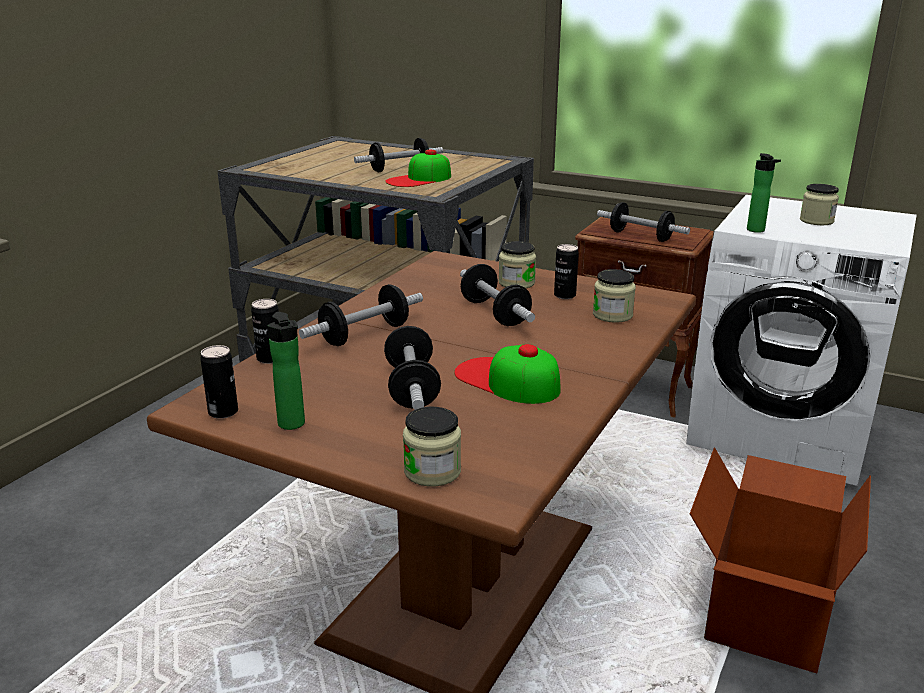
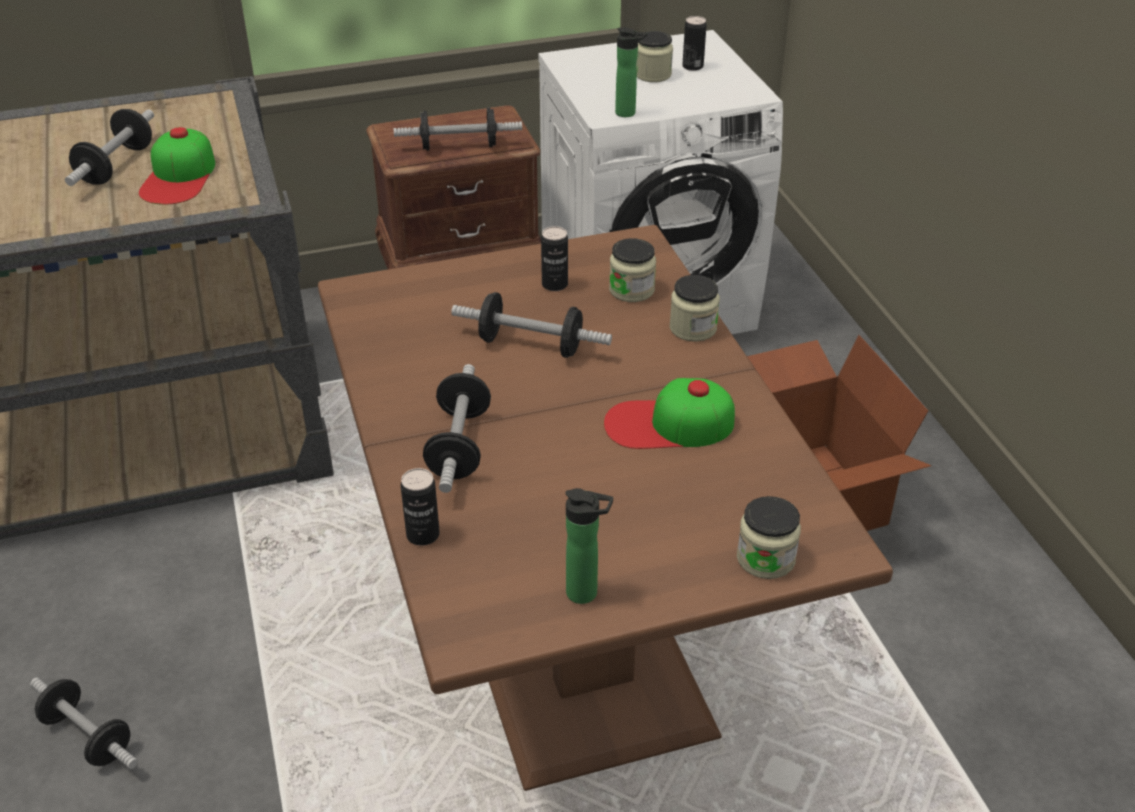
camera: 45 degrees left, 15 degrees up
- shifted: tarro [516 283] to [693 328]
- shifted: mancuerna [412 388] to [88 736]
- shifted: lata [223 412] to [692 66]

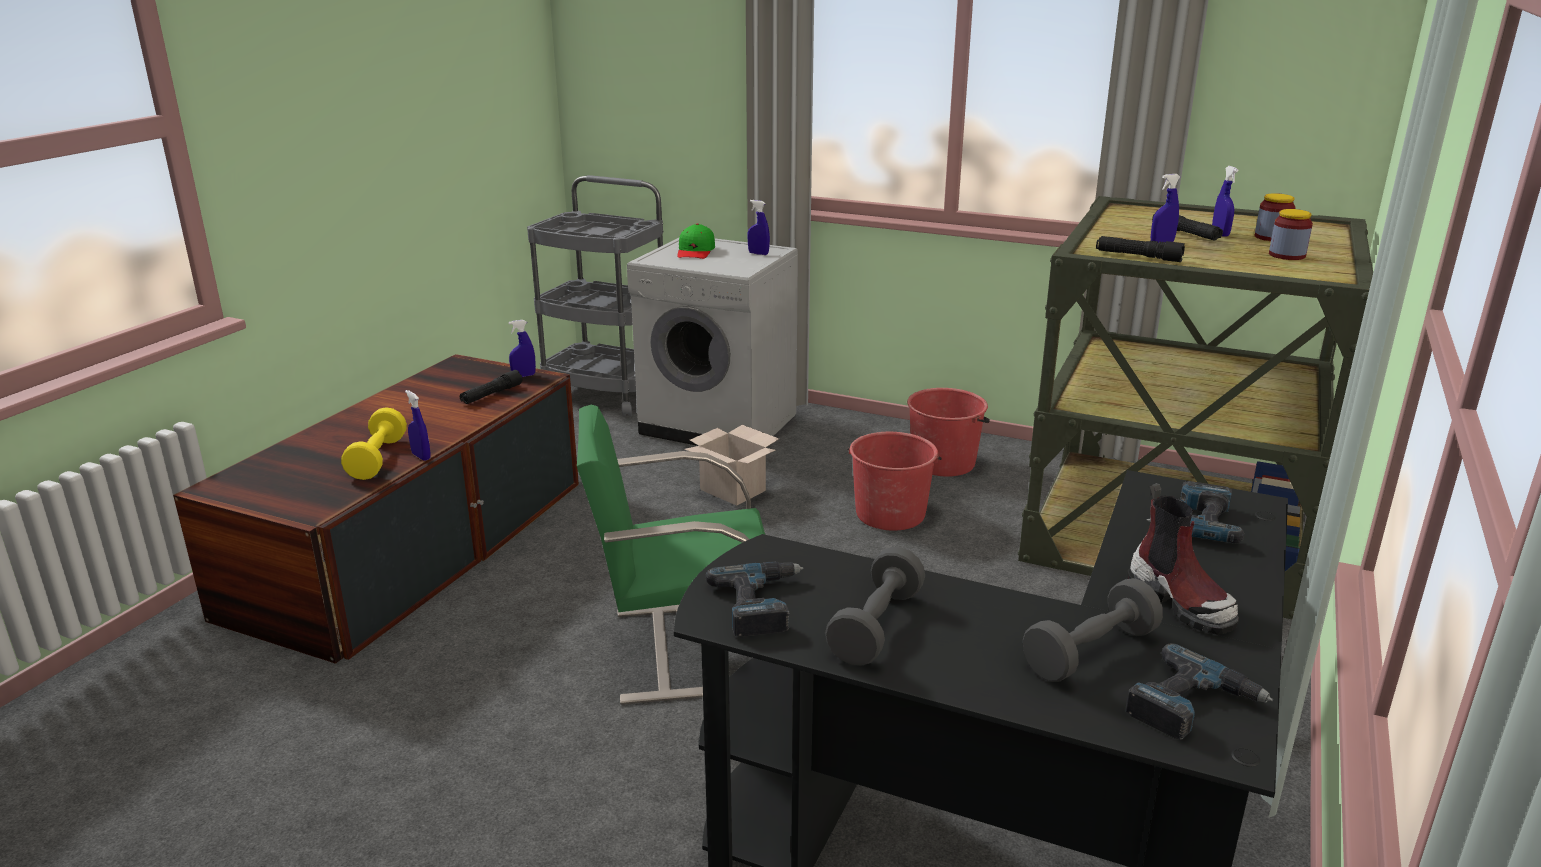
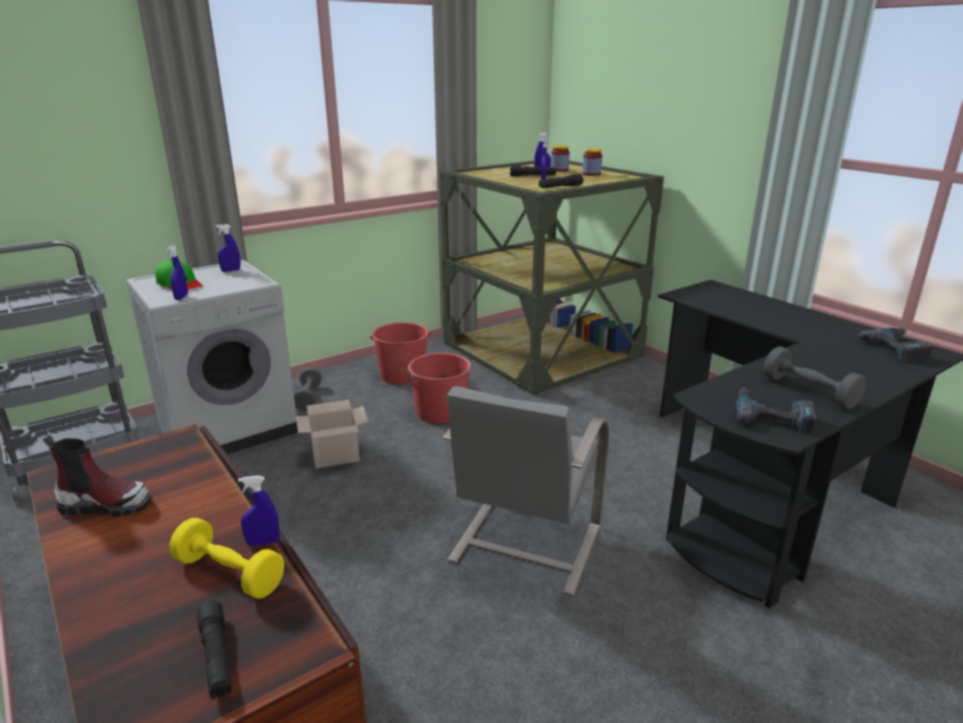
camera: 60 degrees left, 0 degrees up
- shifted: pulverizador/azul [523 376] to [181 297]
- shifted: linterna/negro [491 395] to [216 657]
- repainted: silla/verde [682 649] to silla/gris [524 545]
- gone: taladro [1194 521]
- shifted: bota [1180 603] to [106 504]
- shifted: mancuerna/gris [1090 652] to [308 398]

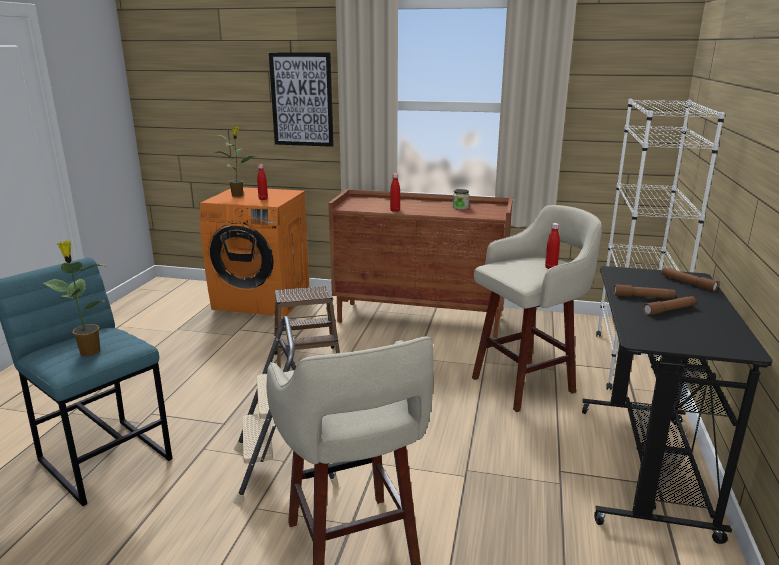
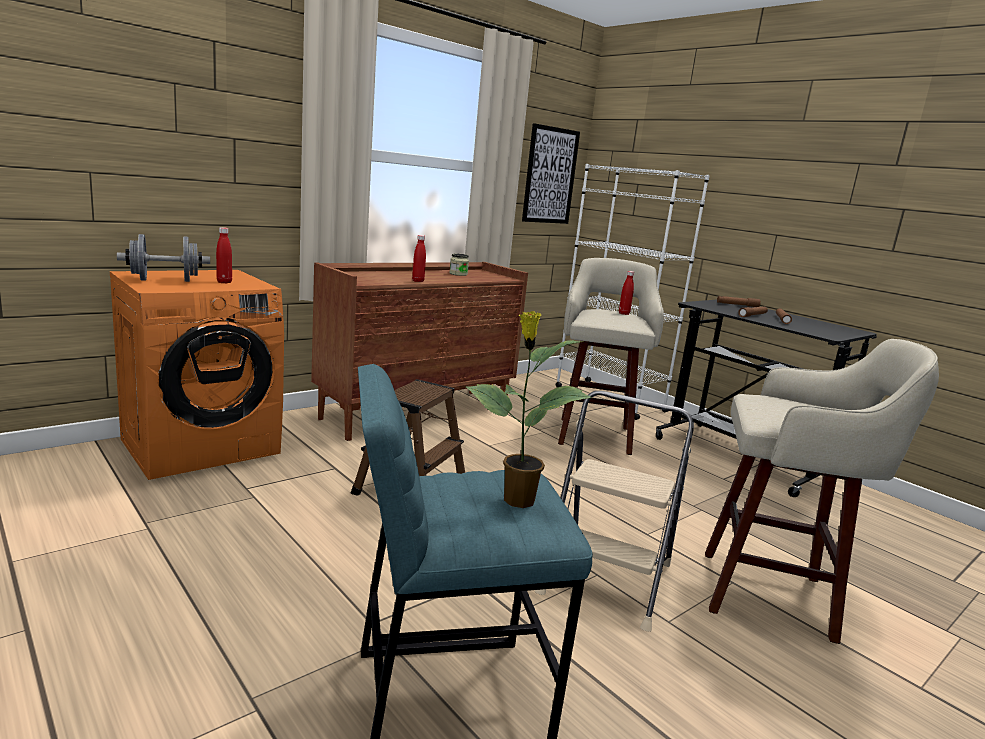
camera: 55 degrees left, 5 degrees down
- shifted: cuadro [302 100] to [550 175]
- swapped: planta en maceta [238 195] to mancuerna/gris [165 280]

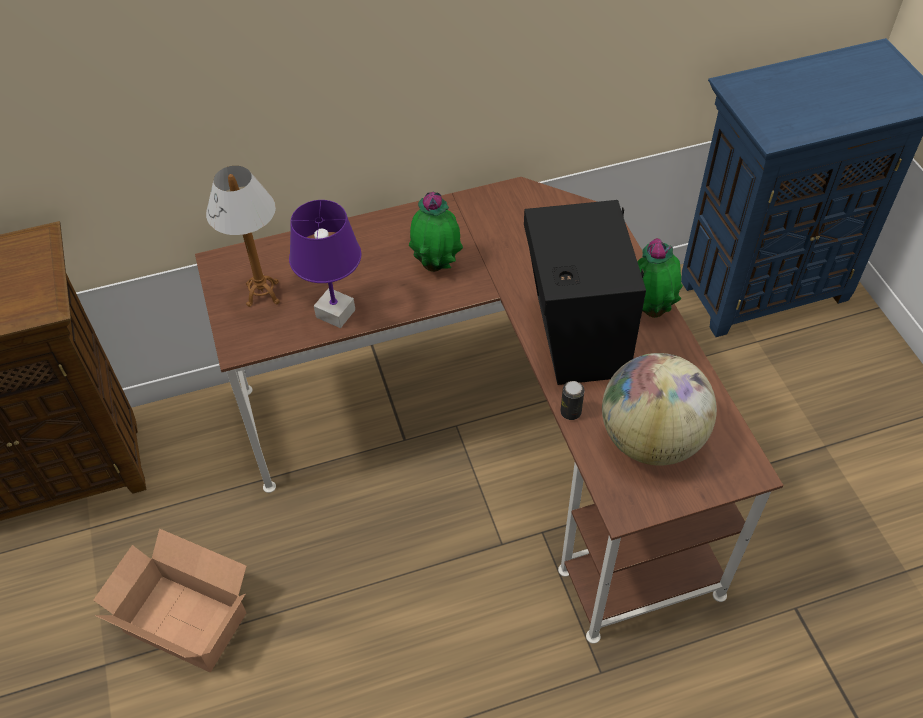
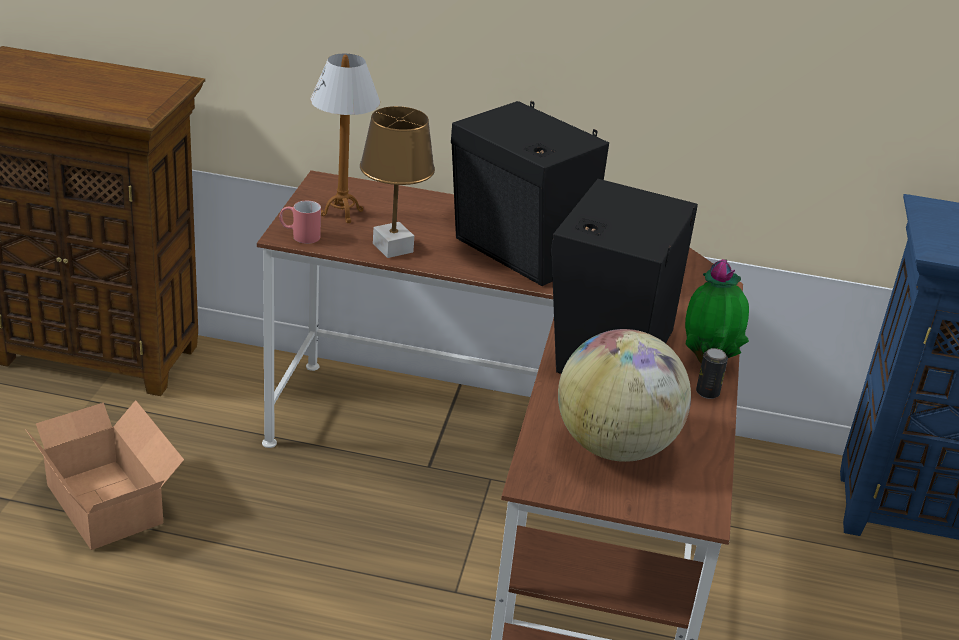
camera: 25 degrees right, 20 degrees down
- swapped: planta en maceta [437 265] to altavoz/negro [519 254]
- repainted: lámpara de mesa/morado [336 313] to lámpara de mesa/marrón [393 248]
- shifted: lata [570 412] to [707 393]
- new: taza grande/rojo [299 236]

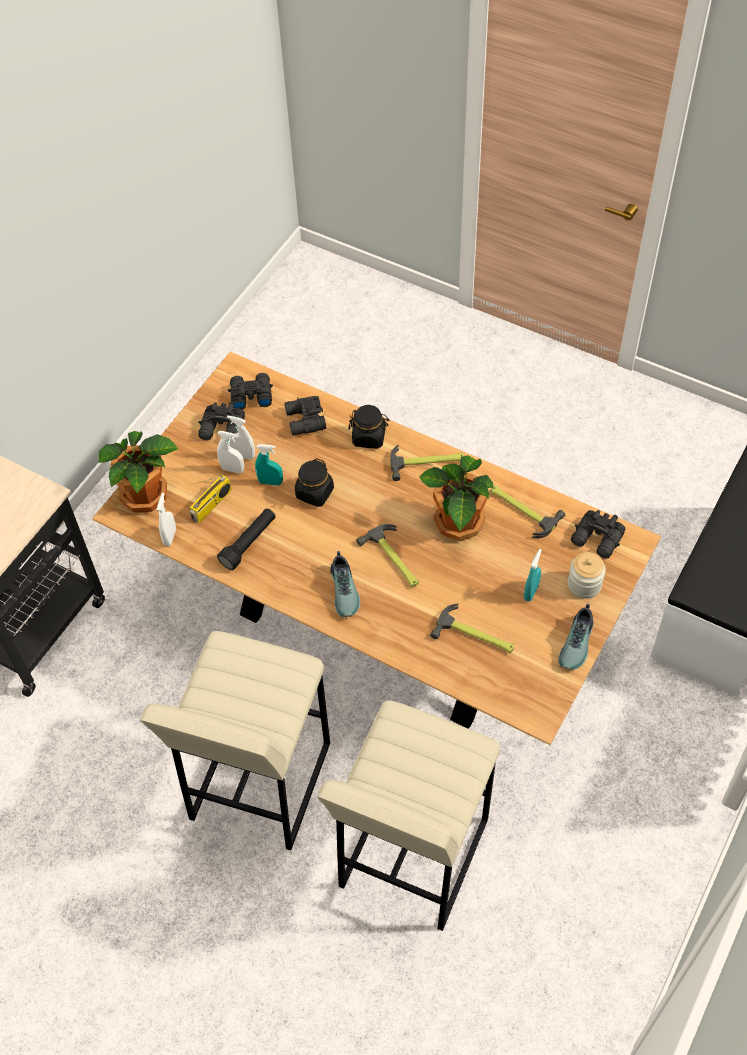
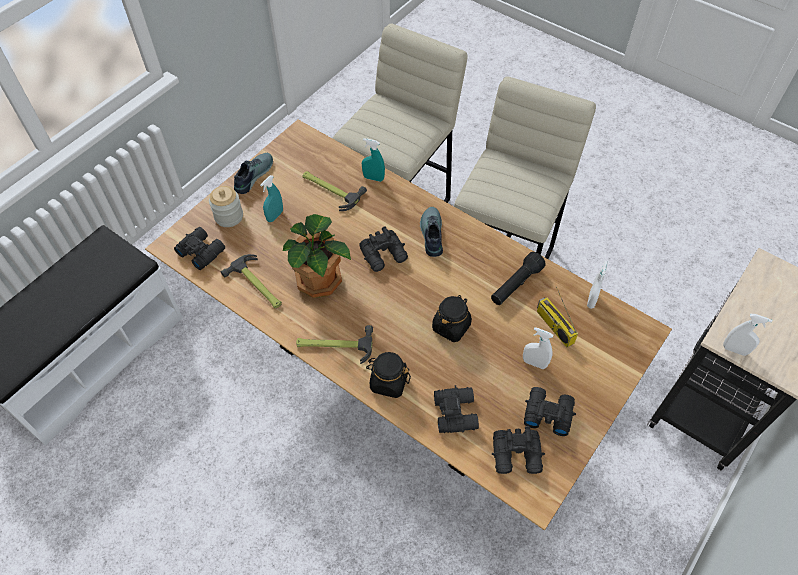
camera: 175 degrees left, 0 degrees up
- shifted: pulverizador/blanco [243 455] to [735 350]
- gone: planta en maceta [146 496]
- shifted: pulverizador/turquesa [270 482] to [373 178]
- rotated: radio [211 505] = [553 326] 75 degrees counterclockwise
- swapped: martillo [394 559] to prismáticos/negro [385 255]

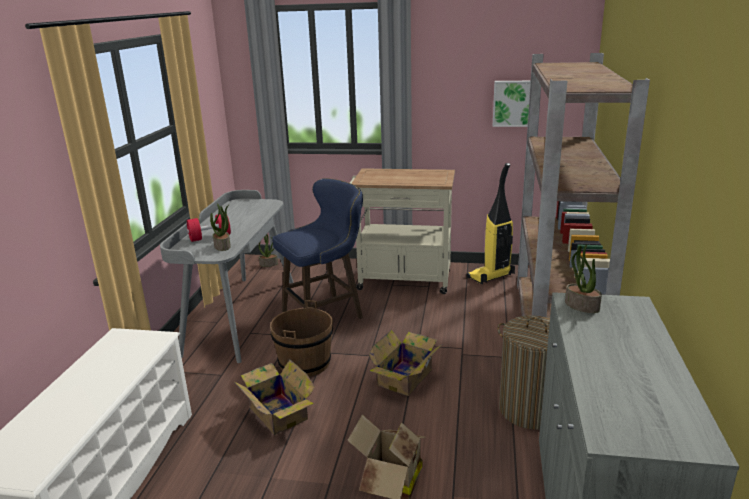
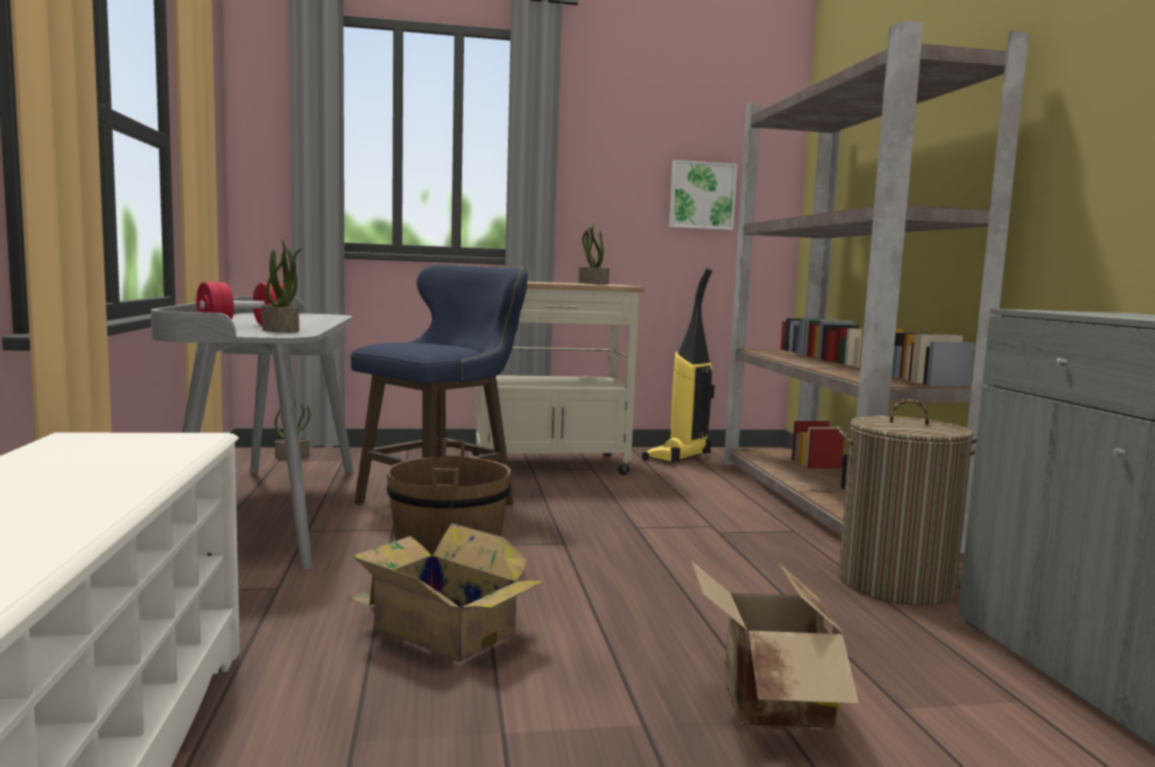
camera: 20 degrees left, 15 degrees down
- shifted: planta en maceta [581 306] to [592 283]
- gone: caja de cartón [407 377]

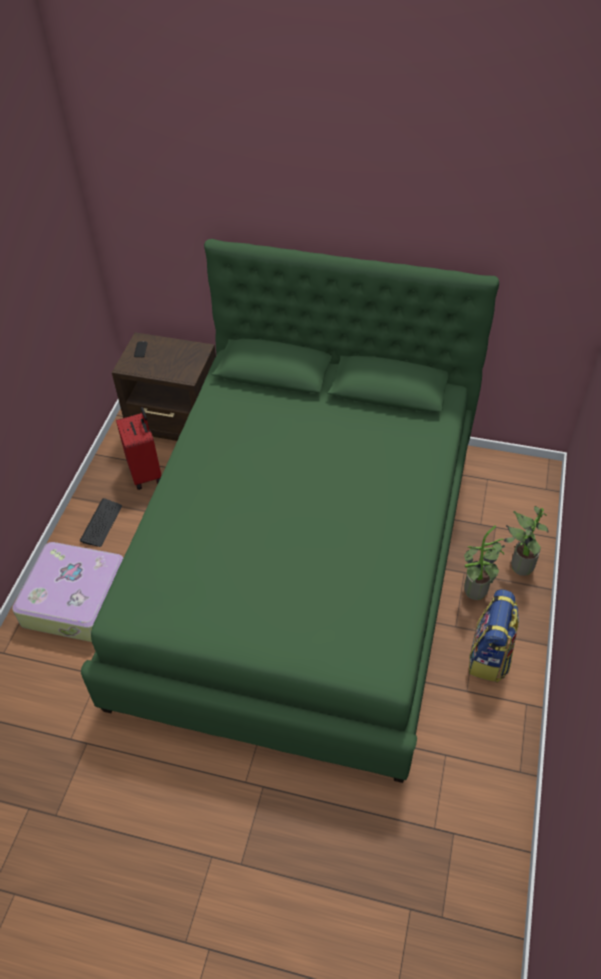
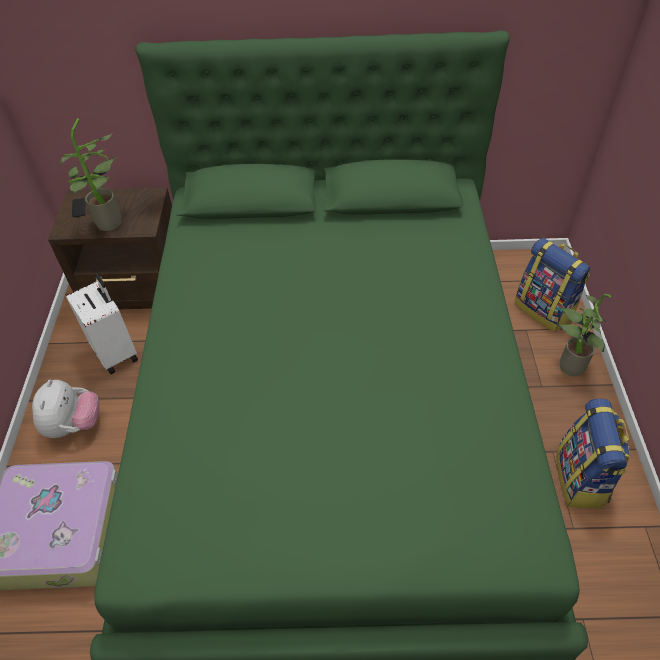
camera: 15 degrees left, 0 degrees up
- repainted: maleta/rojo [146 473] to maleta/blanco [116 353]
- swapped: teclado [101 523] to peluche [74 425]
- shifted: planta en maceta [476 594] to [109 225]
- new: mochila [544 310]

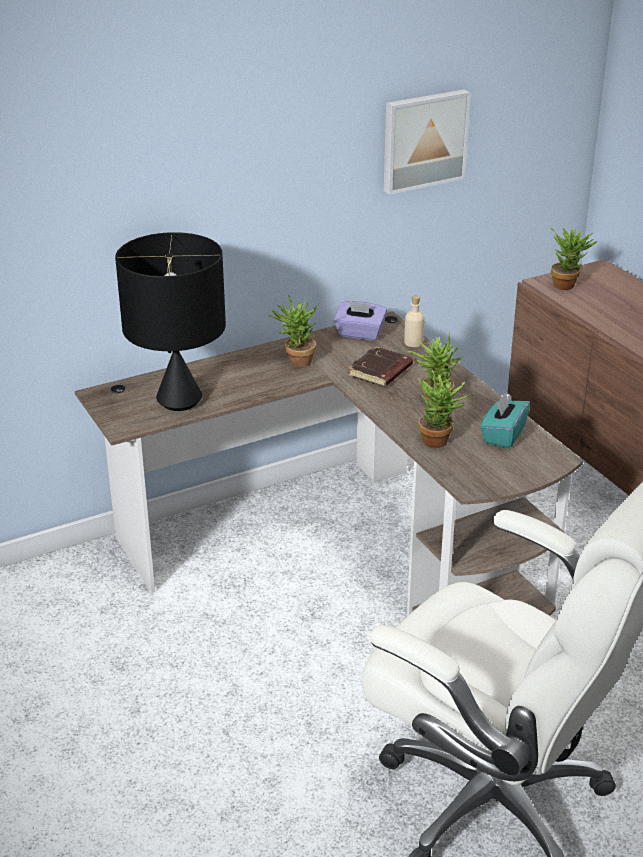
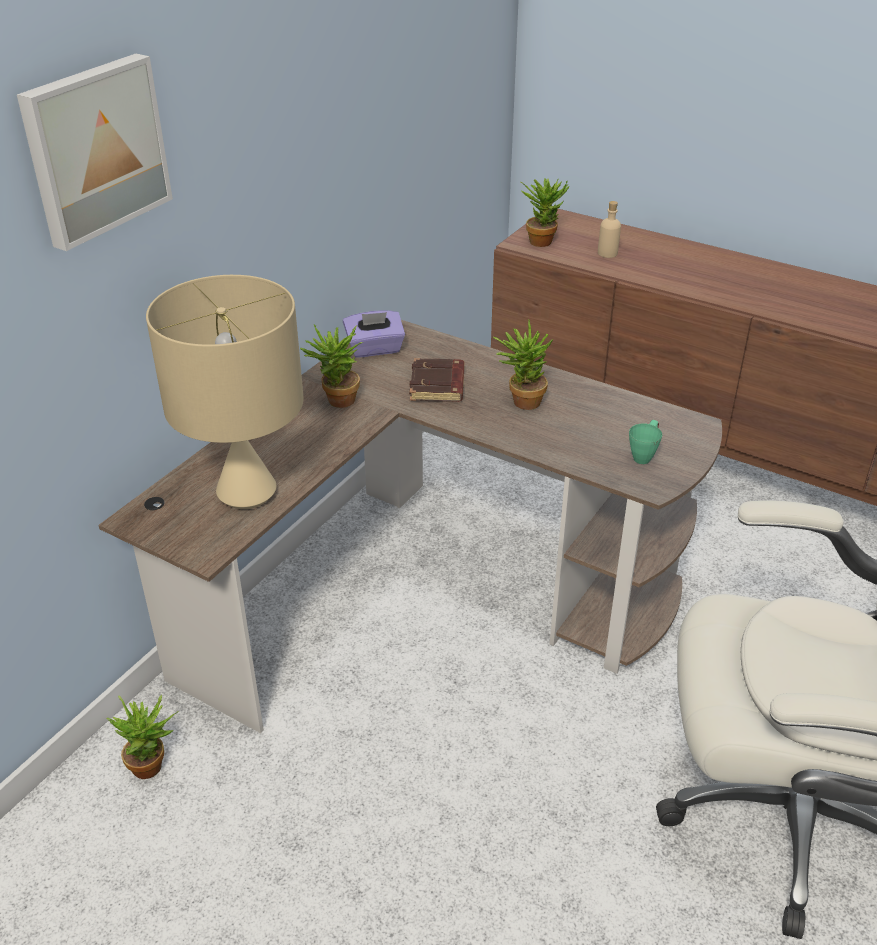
camera: 30 degrees left, 5 degrees up
- shifted: cuadro [423 140] to [94 149]
- repainted: lámpara de mesa/negro [179 401] to lámpara de mesa/beis [247 494]
- shifted: botella/beis [413 342] to [607 253]
- shifted: planta en maceta [440 442] to [153 766]
- gone: caja de pañuelos/turquesa [503 435]
- new: taza grande/verde [644 455]

